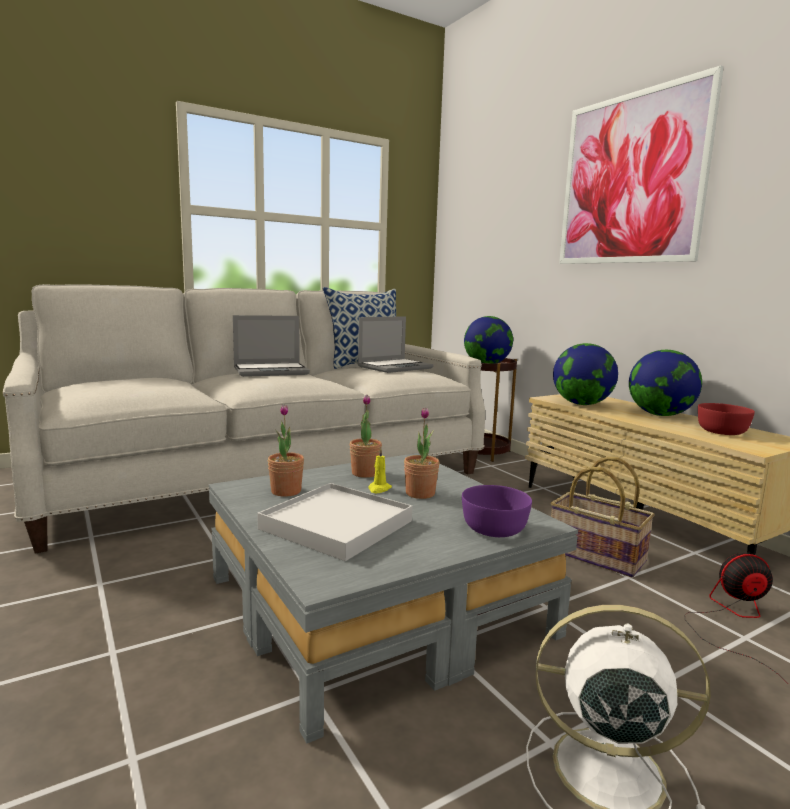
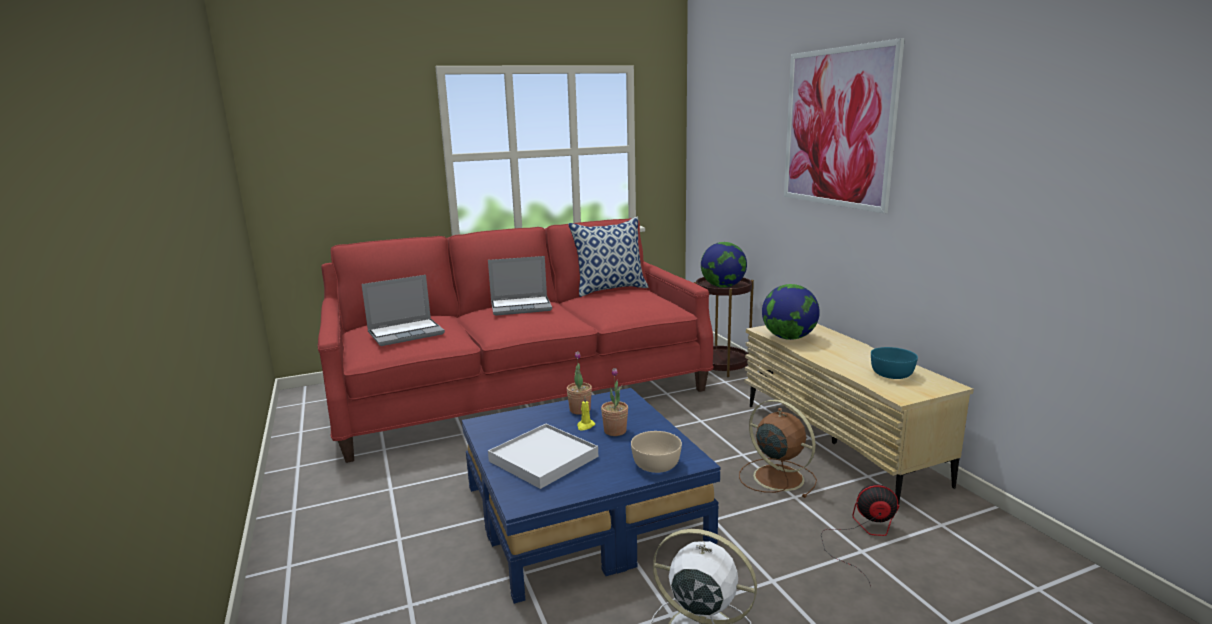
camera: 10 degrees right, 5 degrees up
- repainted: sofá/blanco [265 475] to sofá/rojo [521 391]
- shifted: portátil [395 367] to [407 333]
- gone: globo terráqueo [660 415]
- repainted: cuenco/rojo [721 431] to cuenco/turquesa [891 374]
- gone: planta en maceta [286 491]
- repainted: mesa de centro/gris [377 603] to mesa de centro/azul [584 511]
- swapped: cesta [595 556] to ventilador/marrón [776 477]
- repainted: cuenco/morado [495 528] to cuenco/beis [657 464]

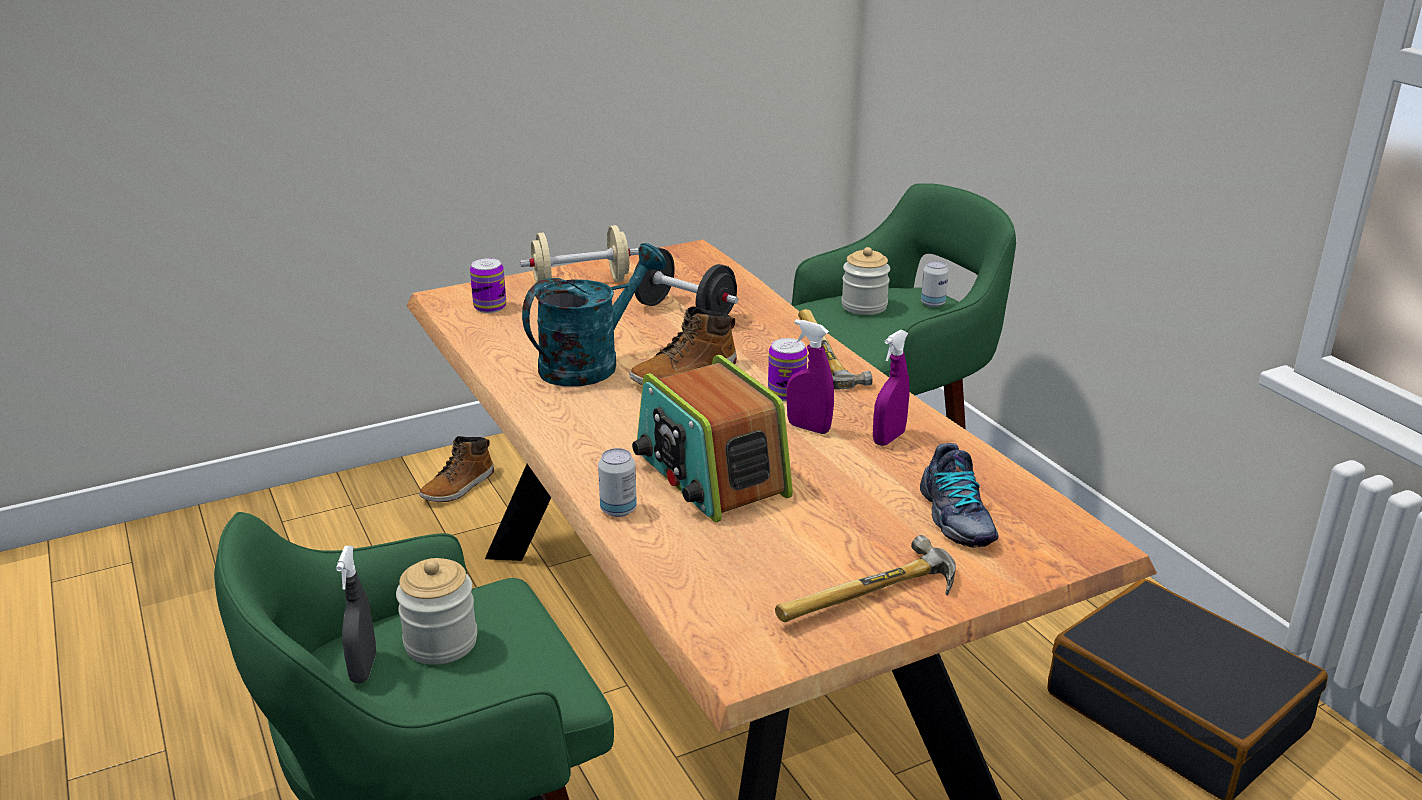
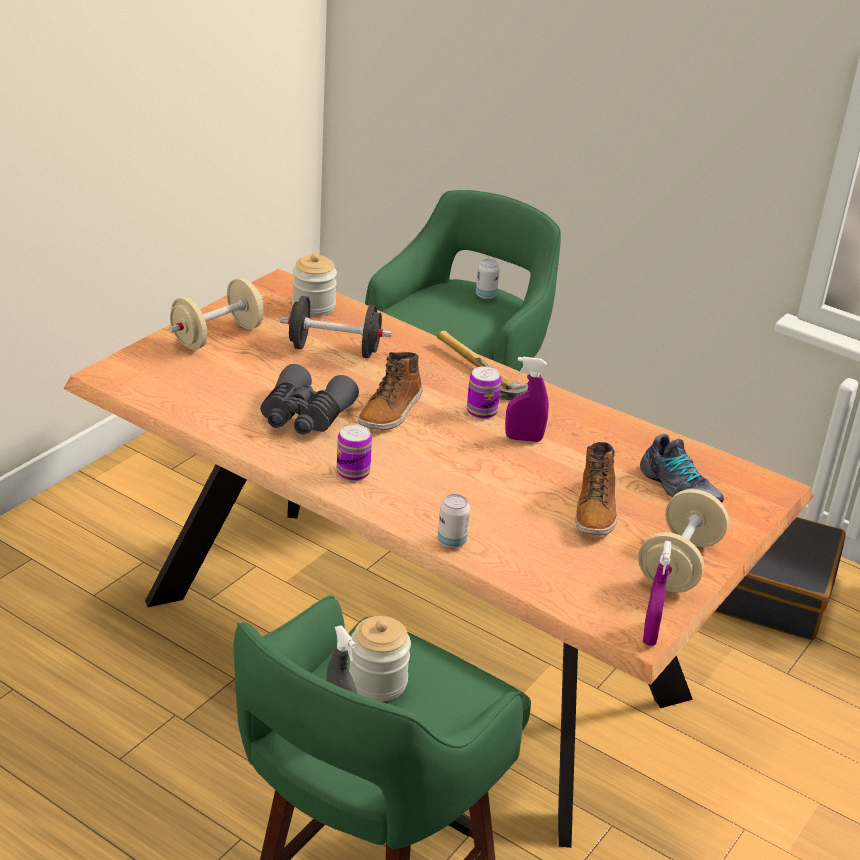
camera: 30 degrees left, 5 degrees up
- swapped: regadera/turquesa [590 363] to prismáticos/gris [304 416]
- shifted: tarro [864 306] to [313 307]
- shifted: lata [490 307] to [353 472]
- shifted: pulverizador/morado [889 438] to [650 634]
- gone: radio [710 475]
- shifted: bota [459 487] to [596 510]
- swapped: martillo [873 600] to mancuerna/beis [678 565]

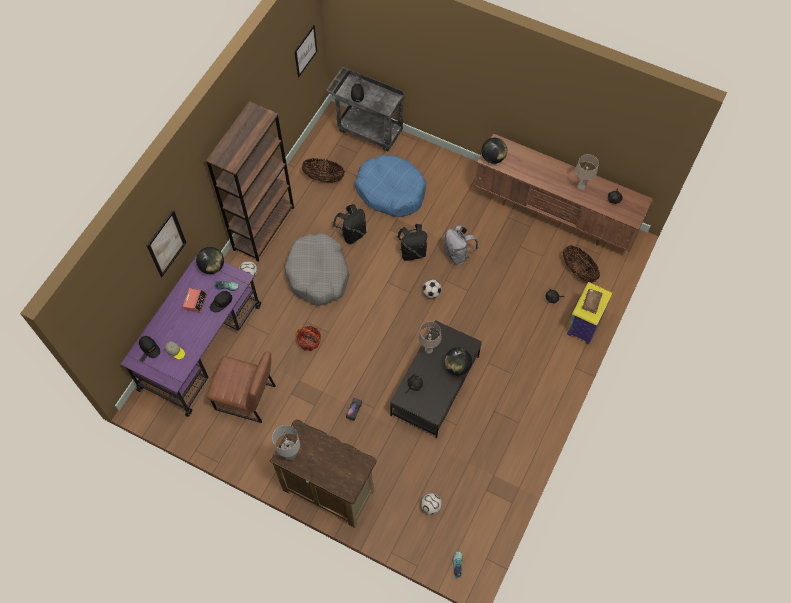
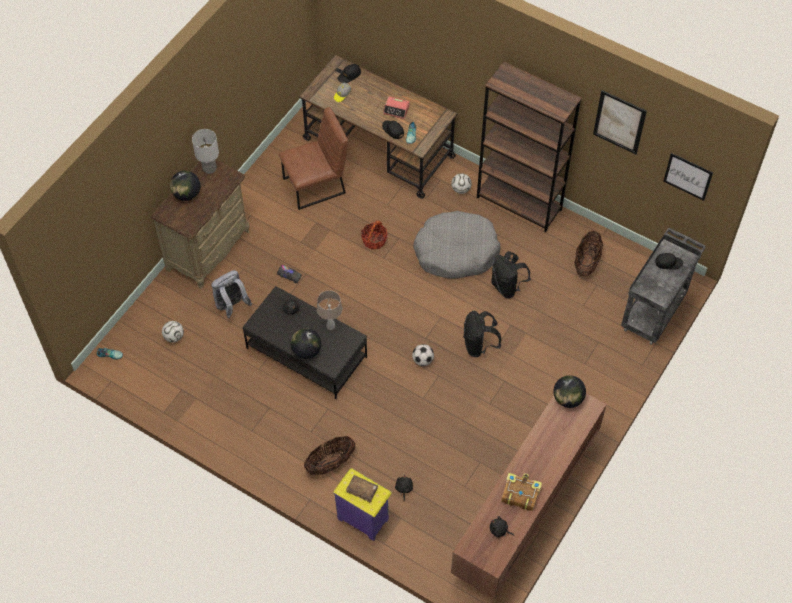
camera: 95 degrees right, 5 degrees down
- swapped: lámpara de mesa/beis [581 187] to libro [520 494]
- gone: cama para perro/azul [391 191]
- shifted: cuadro [166 243] to [619 122]
- shifted: mochila/gris [458 254] to [231 306]
- shifted: cesta [578 271] to [330 463]
- shifted: globo terráqueo [212 267] to [187 194]
- repainted: escritorio/morado [200 347] to escritorio/marrón [378 148]
- rotated: silla/marrón [247 398] = [316 185] 135 degrees counterclockwise

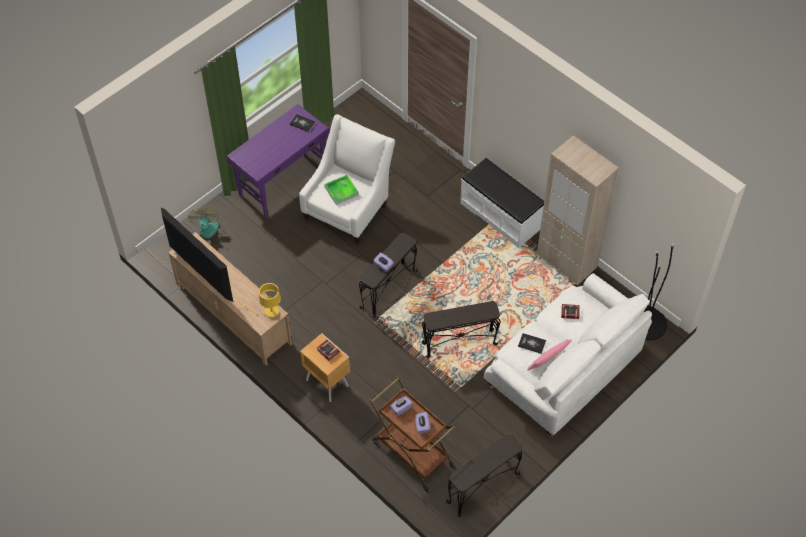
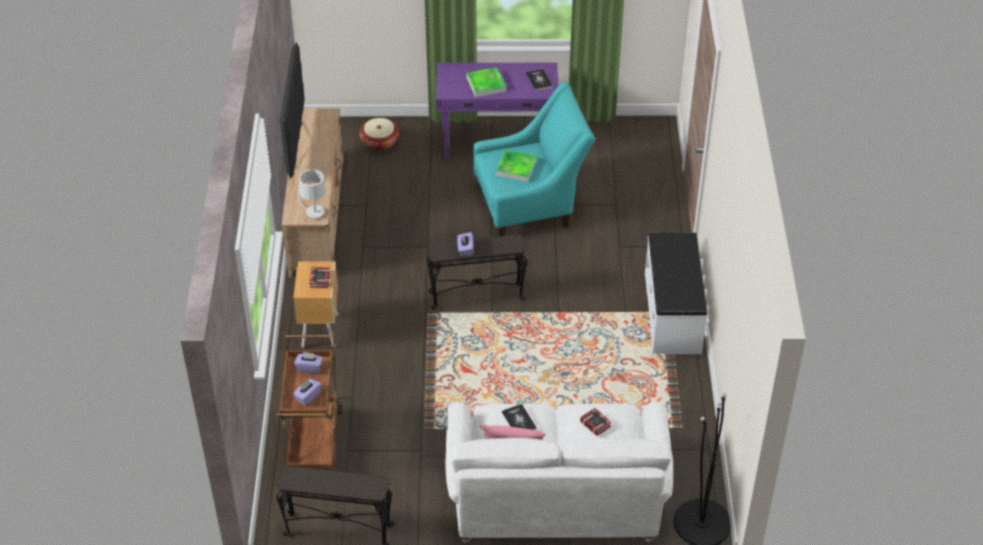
camera: 45 degrees right, 10 degrees down
- repainted: sillón/blanco [349 208] to sillón/turquesa [531 205]
- gone: armario/beis [566 263]
- swapped: ventilador [209 234] to cesta [380 142]
- repainted: lámpara de mesa/amarillo [267 312] to lámpara de mesa/blanco [312 210]
- gone: mesa auxiliar/negro [459 344]
- new: bandeja [486 84]

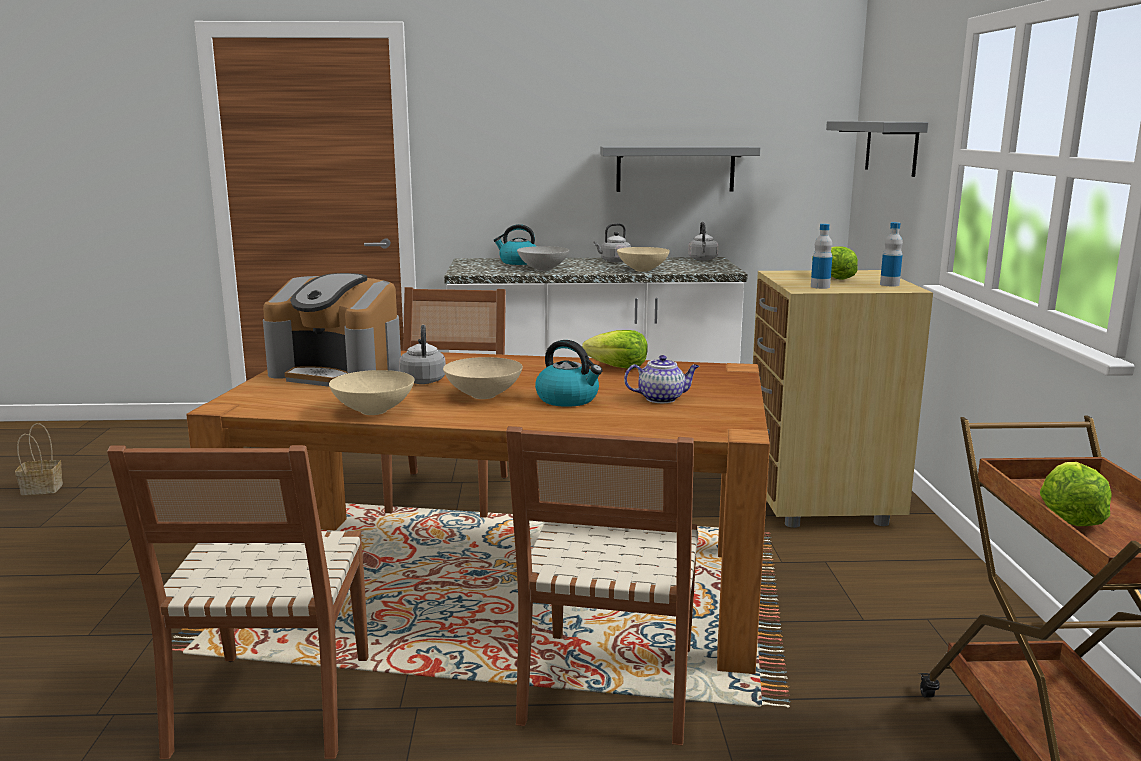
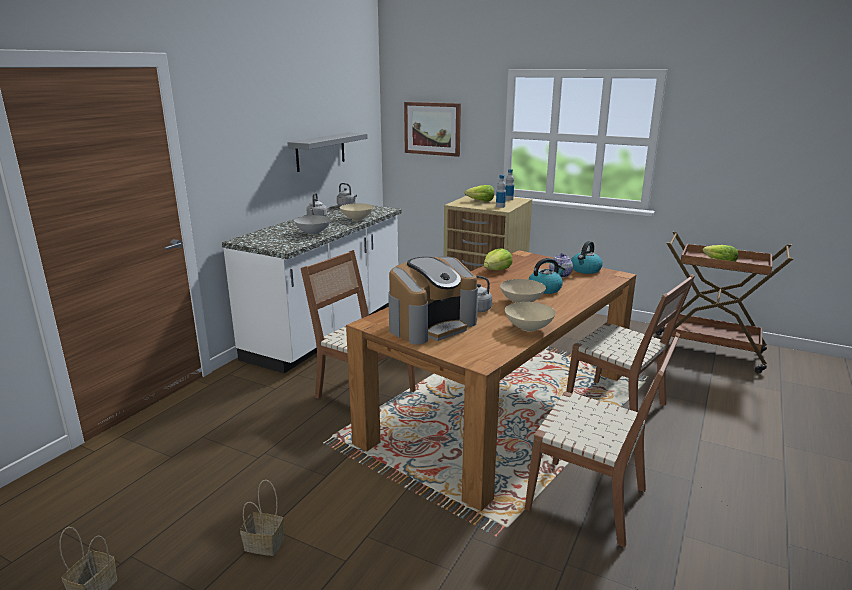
camera: 60 degrees left, 5 degrees up
- swapped: estante/gris [891 147] to cuadro [432 128]
- shifted: hervidor [518 262] to [585 270]
- new: cesta [265 543]

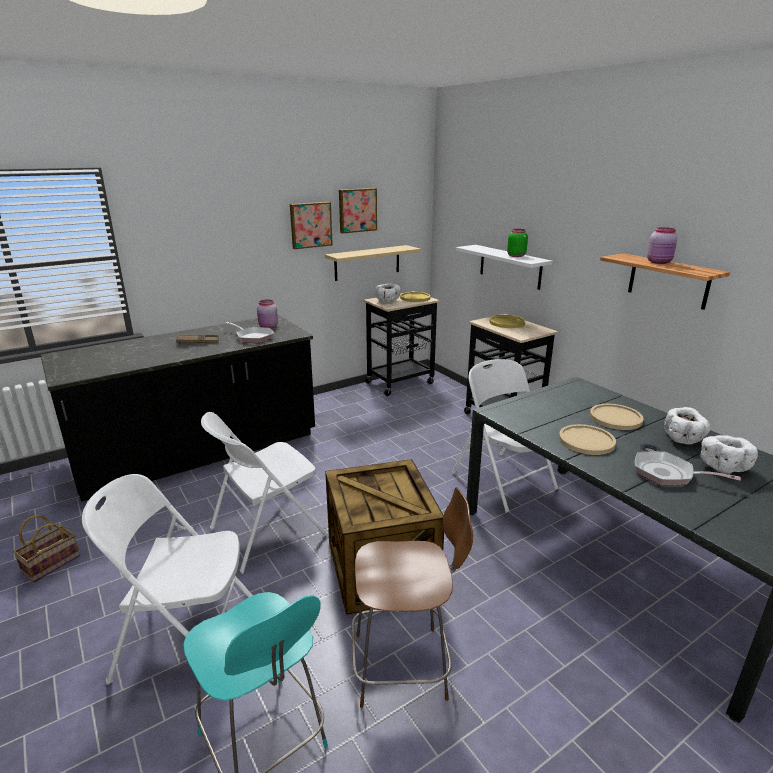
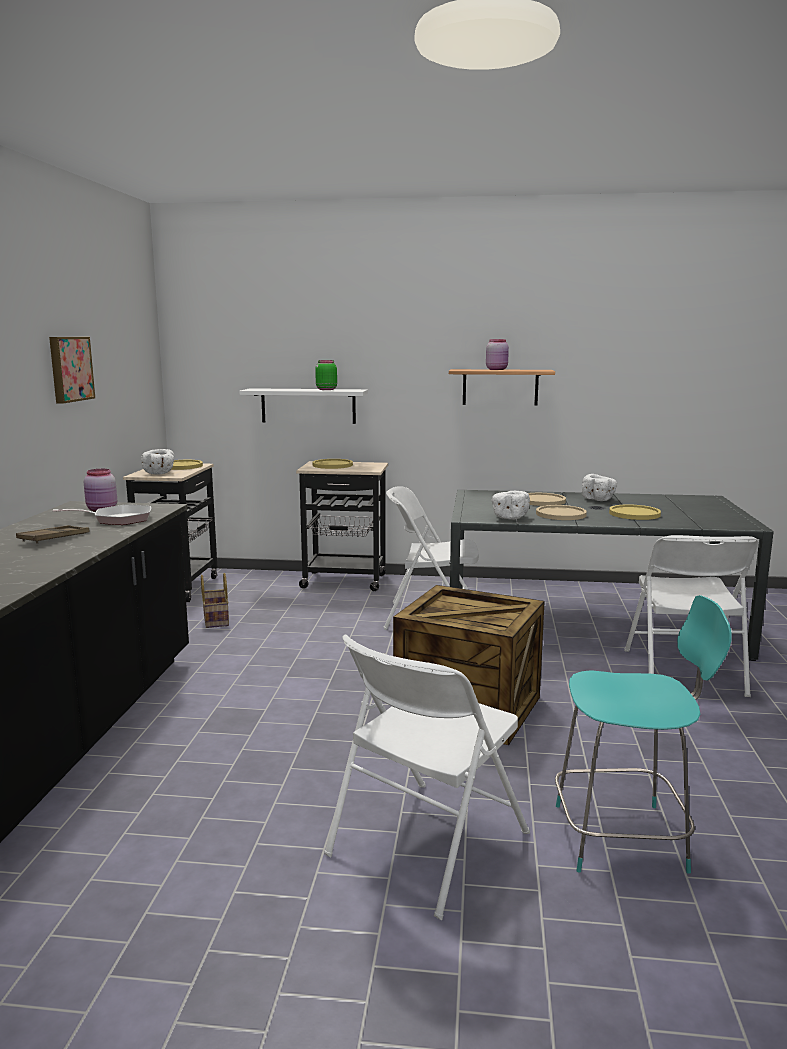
camera: 50 degrees left, 10 degrees down
- gone: cuadro [357 210]
- gone: estante/beis [367 262]
- shifted: silla/blanco [268 531] to [682 672]
- shifted: cuenco/blanco [723 466] to [508 517]
- swapped: sartén [668 474] to plato/amarillo [634 514]
- gone: taburete/marrón [404 665]
- shifted: cesta [52 563] to [215 619]

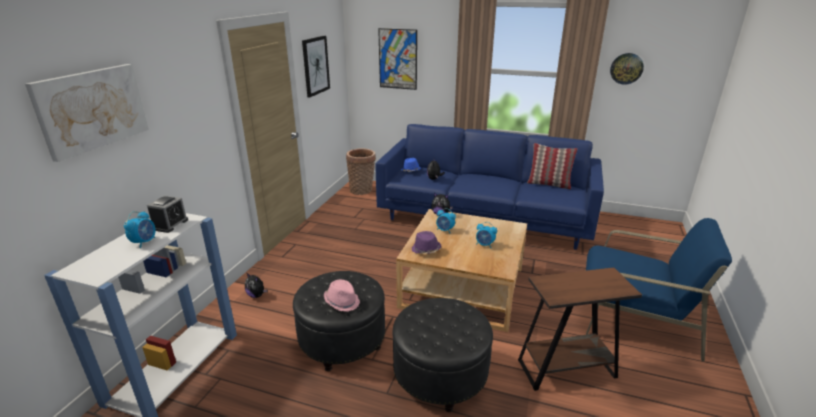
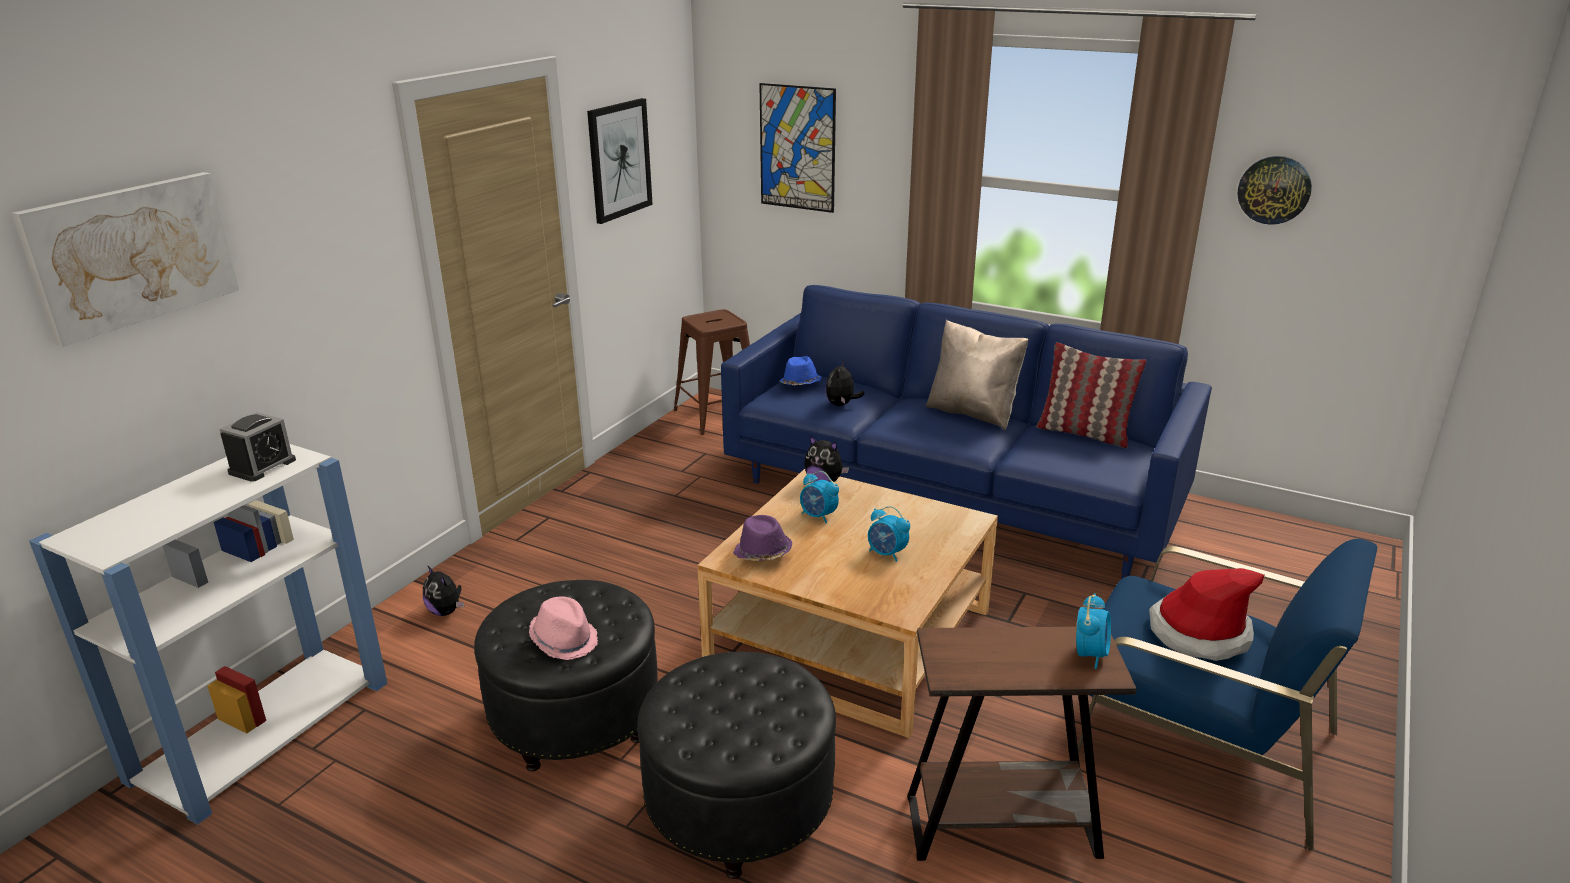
camera: 10 degrees right, 0 degrees up
- swapped: cesta [362 190] to taburete/marrón [717 415]
- shifted: despertador [144 242] to [1090 654]
- new: cojín/beis [973 413]
- new: sombrero [1198 633]

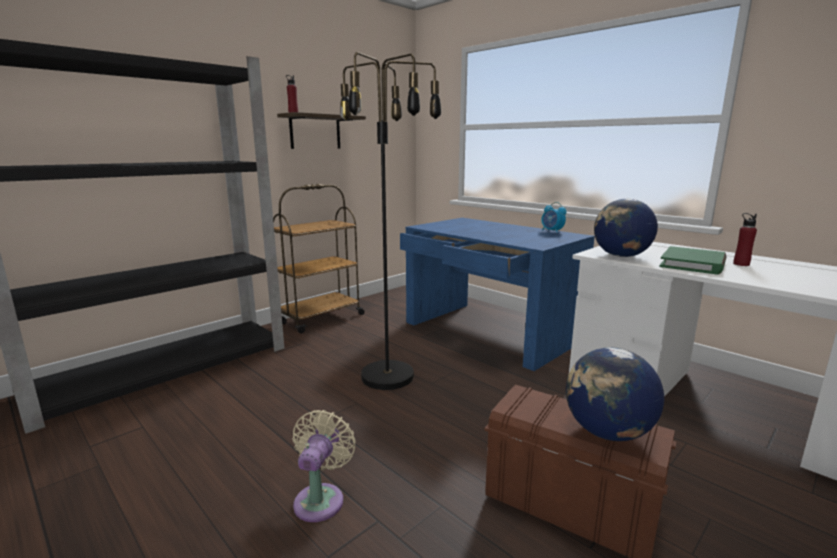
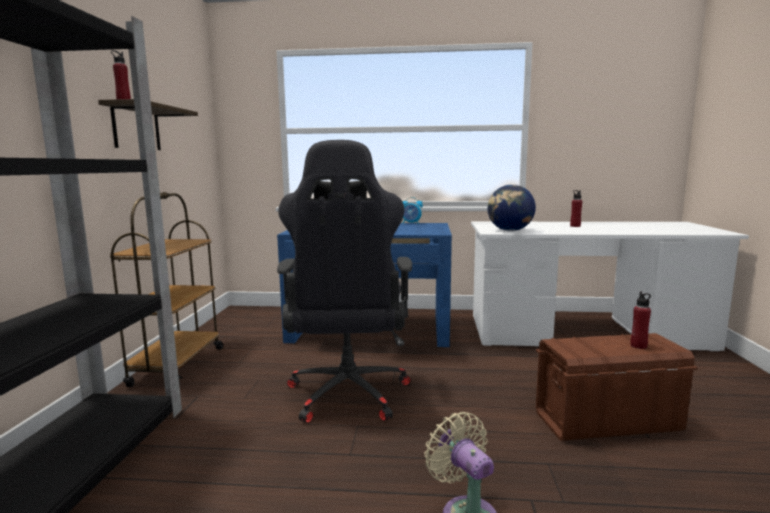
camera: 40 degrees left, 5 degrees down
- swapped: lámpara de pie [388 377] to silla de oficina/negro [348 393]
- gone: libro/verde [693 264]
- swapped: globo terráqueo [607 432] to botella/rojo [638 346]

